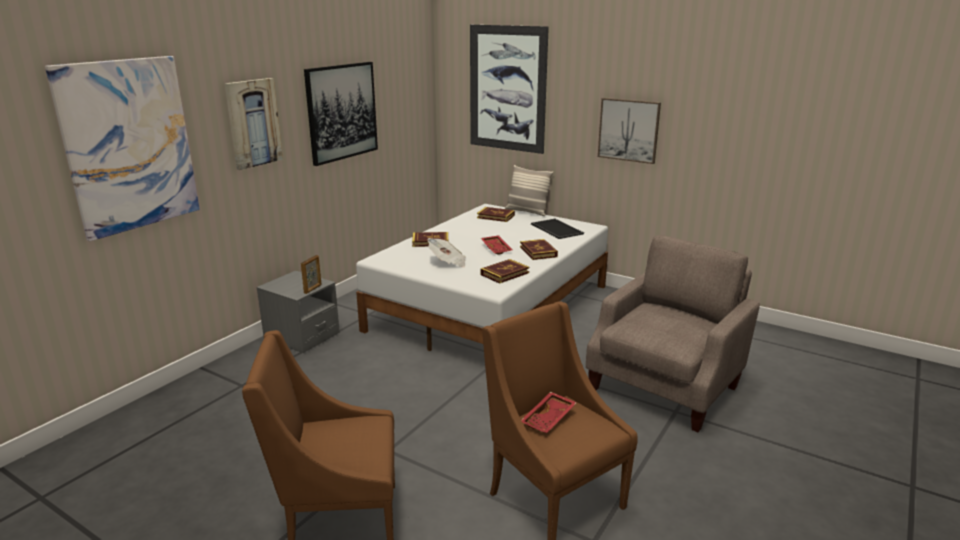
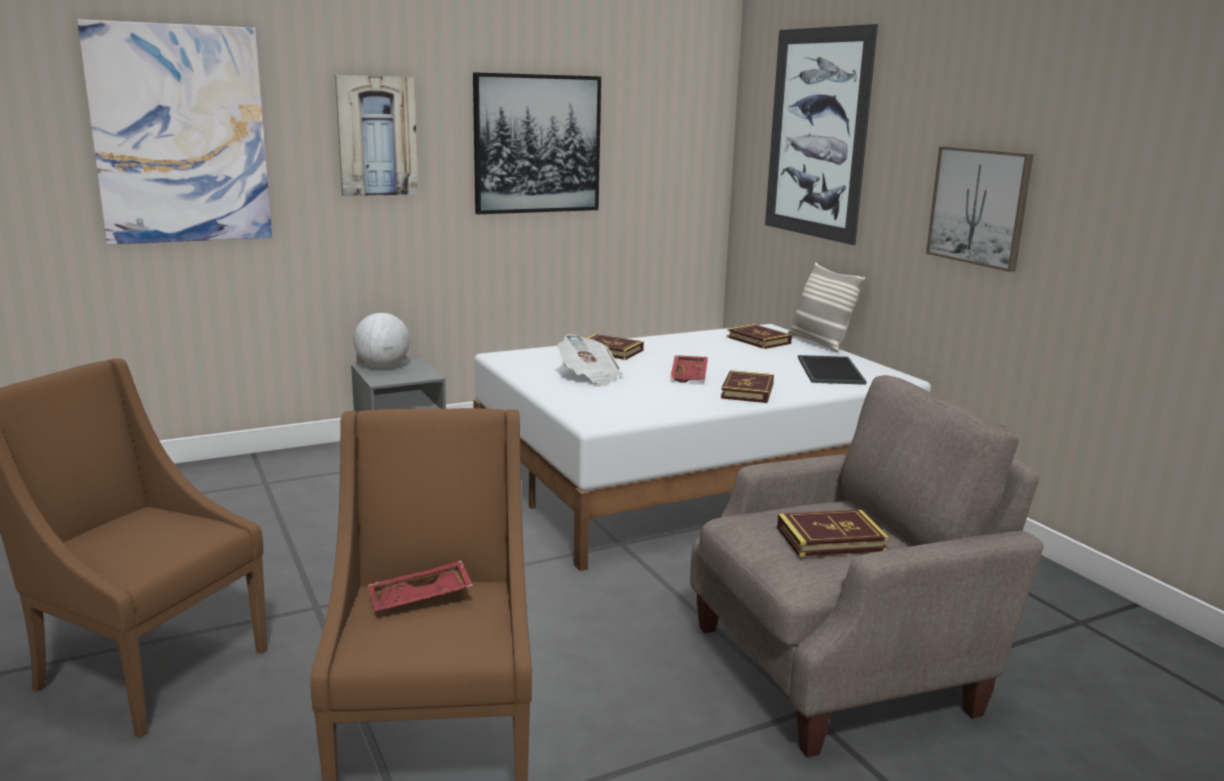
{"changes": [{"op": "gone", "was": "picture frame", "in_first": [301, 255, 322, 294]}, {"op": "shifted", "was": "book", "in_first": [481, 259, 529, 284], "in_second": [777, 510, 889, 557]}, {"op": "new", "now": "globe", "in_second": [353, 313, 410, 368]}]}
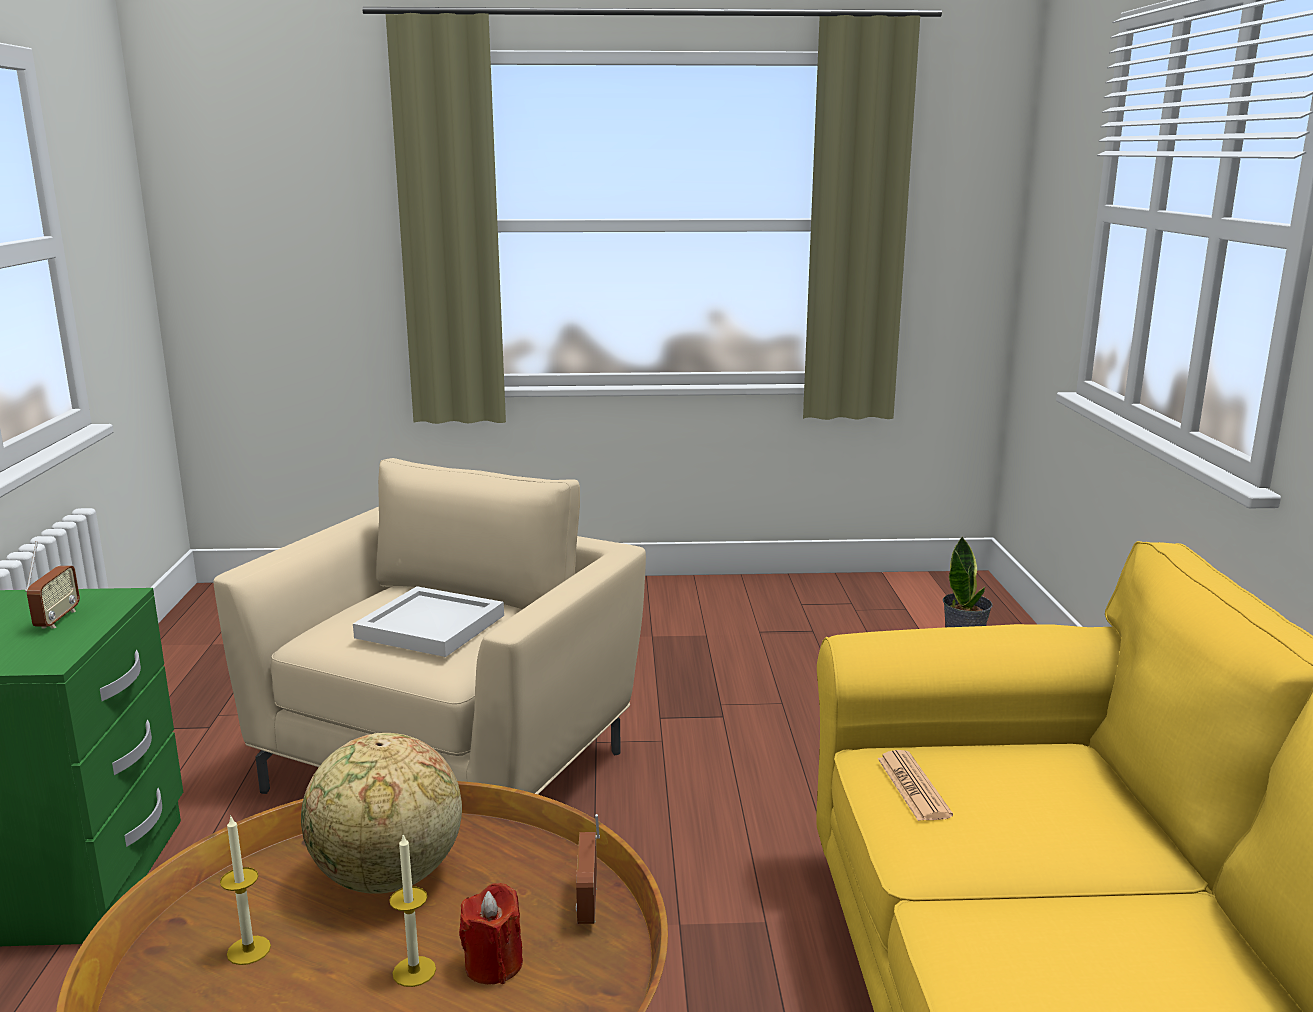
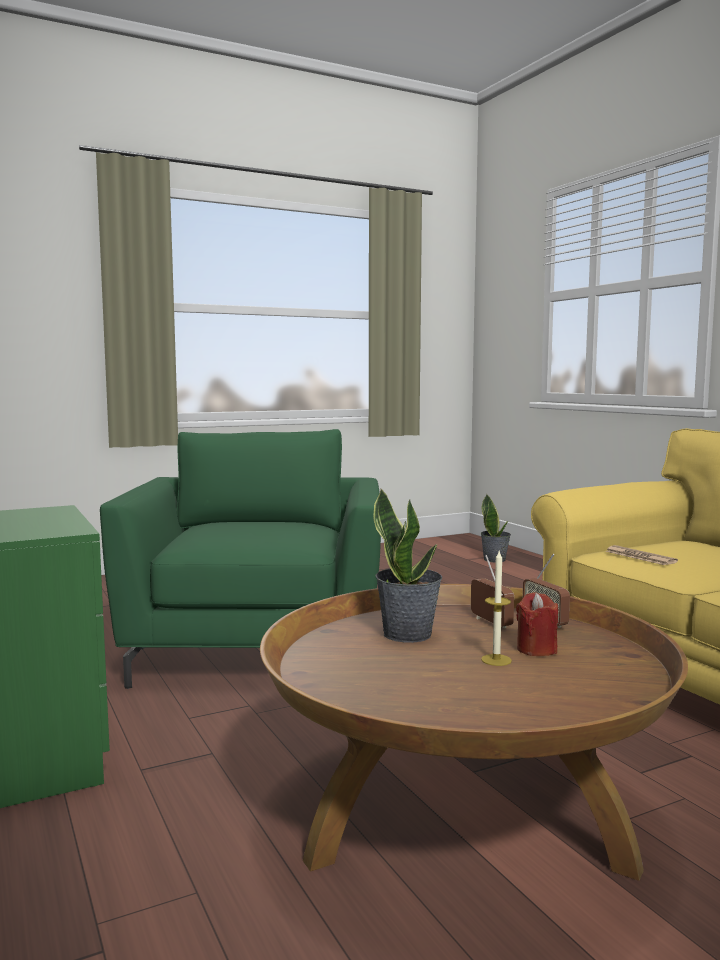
{"changes": [{"op": "shifted", "was": "radio", "in_first": [25, 541, 80, 629], "in_second": [471, 555, 514, 628]}, {"op": "repainted", "was": "armchair/beige", "now": "armchair/green", "in_first": [213, 458, 646, 794], "in_second": [100, 429, 381, 689]}, {"op": "gone", "was": "candle", "in_first": [220, 815, 271, 965]}, {"op": "swapped", "was": "globe", "now": "potted plant", "in_first": [301, 733, 462, 894], "in_second": [374, 489, 442, 643]}, {"op": "gone", "was": "tray/white", "in_first": [353, 586, 504, 657]}]}
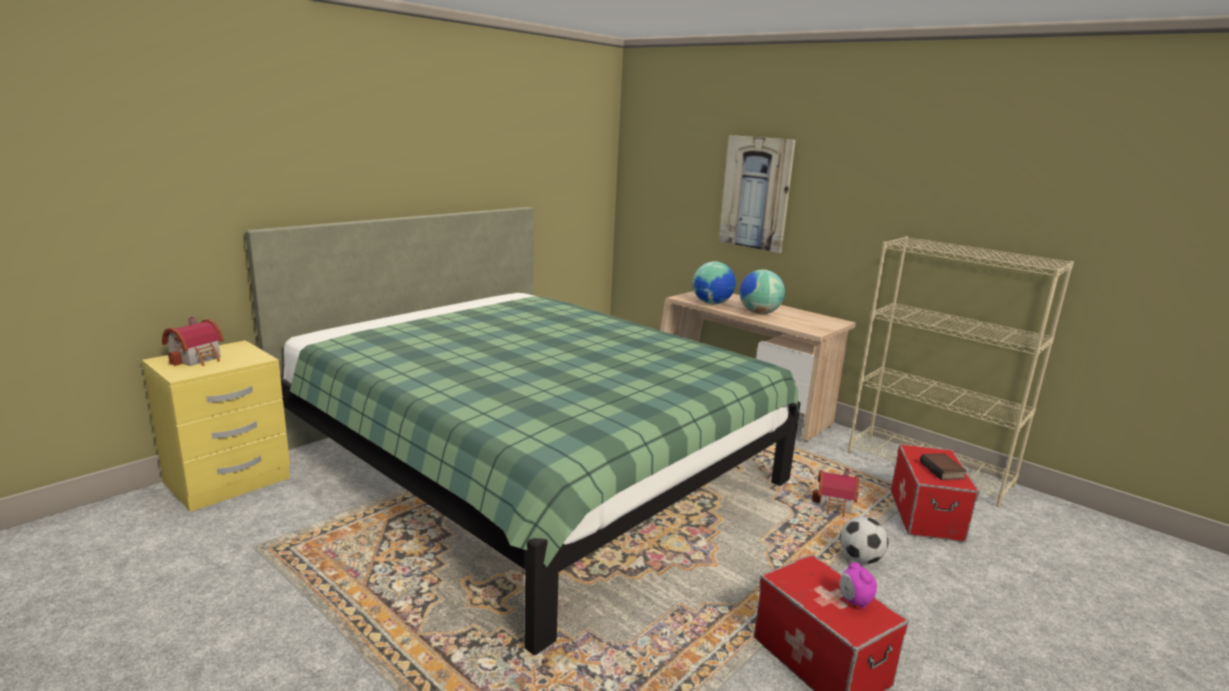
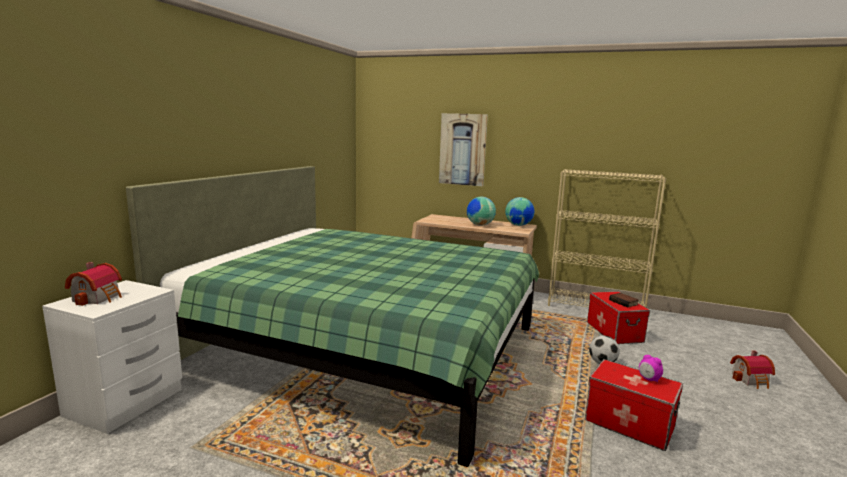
{"changes": [{"op": "repainted", "was": "nightstand/yellow", "now": "nightstand/white", "in_first": [142, 340, 290, 512], "in_second": [42, 280, 182, 434]}, {"op": "shifted", "was": "globe", "in_first": [692, 261, 736, 304], "in_second": [505, 197, 534, 226]}, {"op": "shifted", "was": "toy house", "in_first": [812, 468, 859, 517], "in_second": [730, 350, 775, 389]}]}
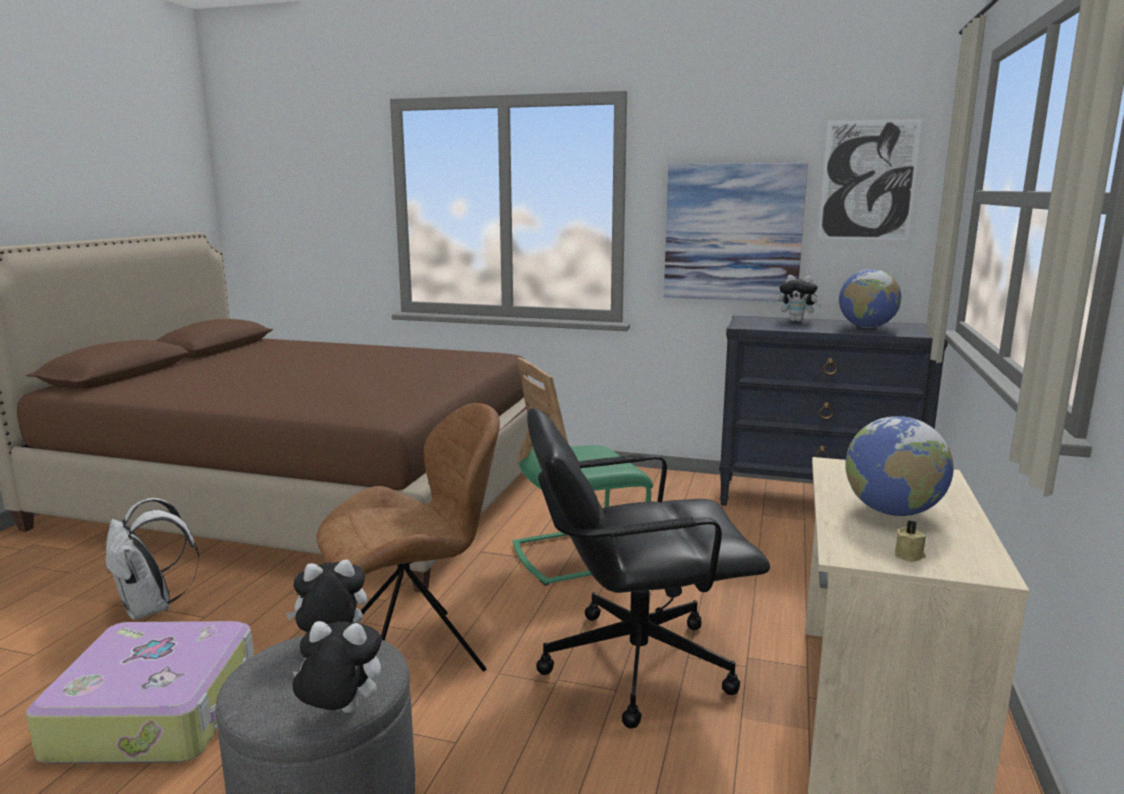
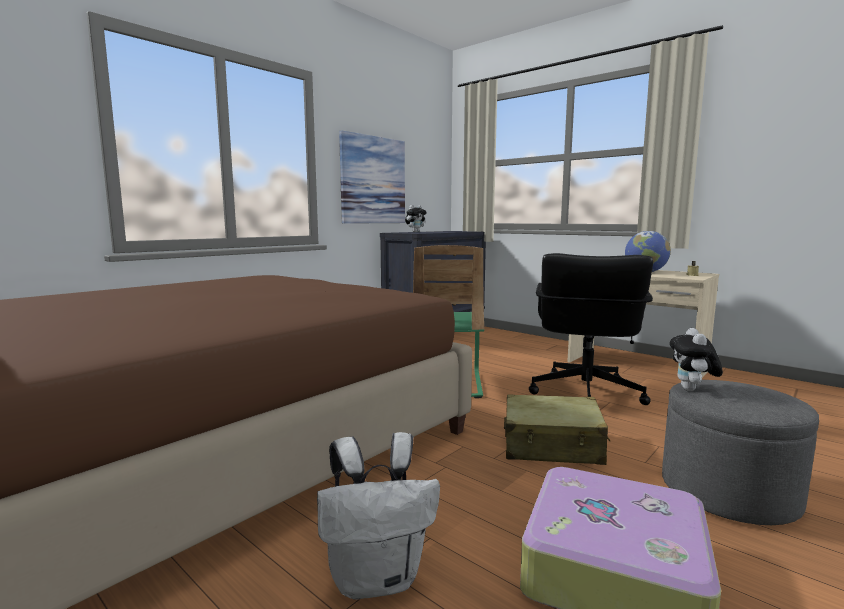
{"changes": [{"op": "gone", "was": "plush toy", "in_first": [292, 621, 382, 713]}, {"op": "swapped", "was": "chair/brown", "now": "suitcase/beige", "in_first": [316, 403, 500, 671], "in_second": [504, 394, 611, 465]}, {"op": "gone", "was": "picture", "in_first": [818, 119, 922, 240]}, {"op": "gone", "was": "globe", "in_first": [839, 269, 901, 328]}]}
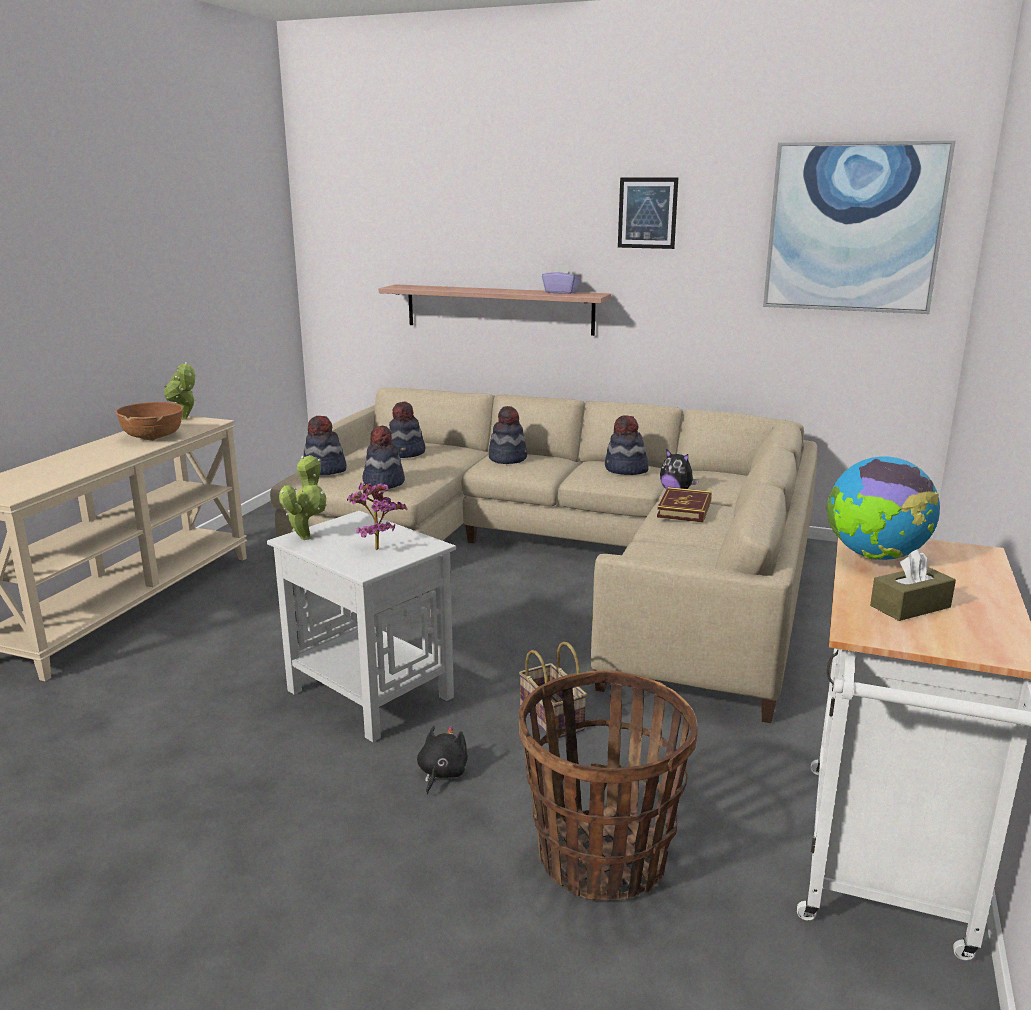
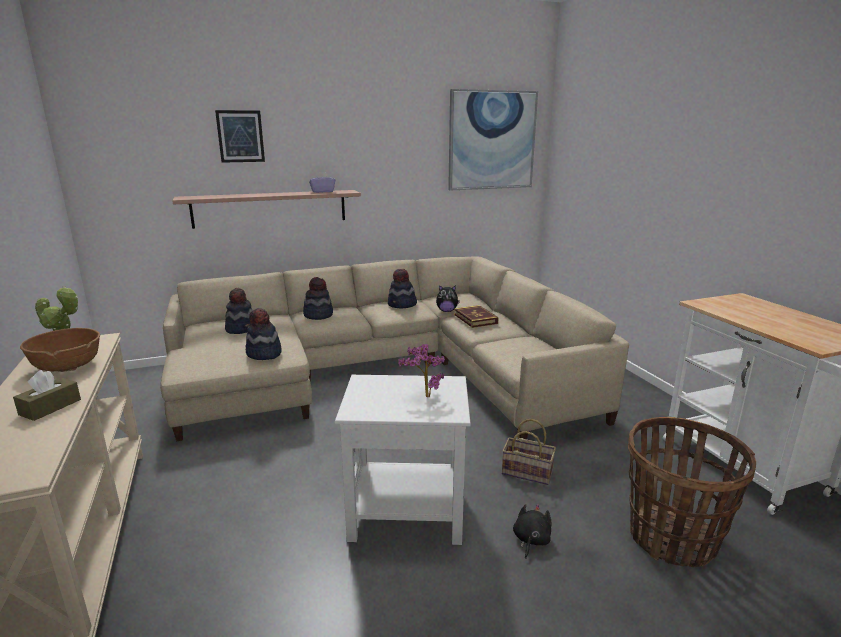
{"changes": [{"op": "gone", "was": "potted plant", "in_first": [279, 455, 327, 540]}, {"op": "gone", "was": "hat", "in_first": [304, 416, 347, 475]}, {"op": "rotated", "was": "plush toy/black", "in_first": [417, 725, 468, 794], "in_second": [513, 504, 552, 559], "clockwise": 45}, {"op": "shifted", "was": "picture", "in_first": [618, 178, 678, 249], "in_second": [215, 110, 265, 163]}, {"op": "gone", "was": "globe", "in_first": [827, 456, 940, 560]}, {"op": "shifted", "was": "tissue box/brown", "in_first": [870, 549, 956, 621], "in_second": [13, 370, 81, 421]}]}
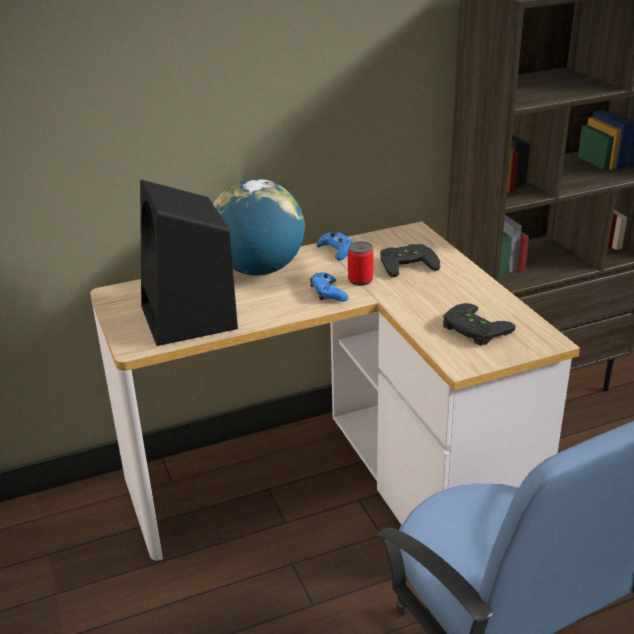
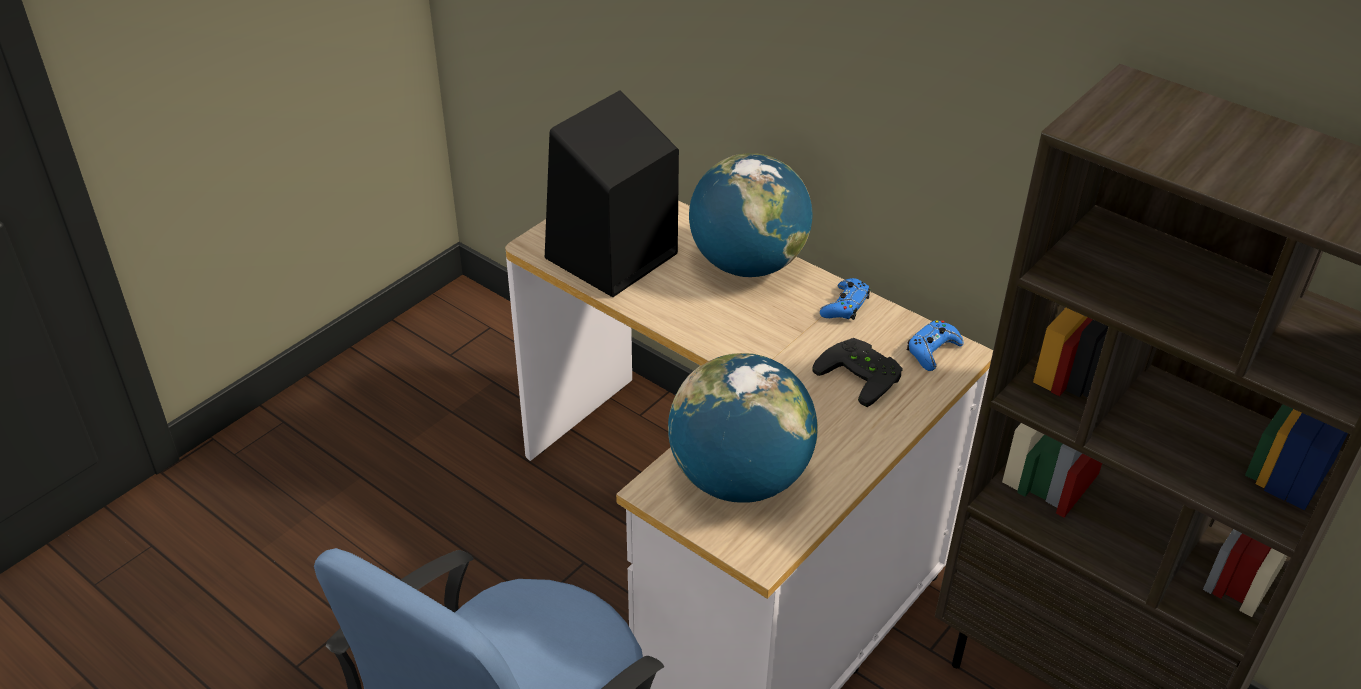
{"changes": [{"op": "shifted", "was": "game controller/blue", "in_first": [310, 272, 348, 302], "in_second": [907, 320, 963, 371]}, {"op": "gone", "was": "can", "in_first": [348, 242, 373, 286]}, {"op": "swapped", "was": "game controller/black", "now": "globe", "in_first": [443, 303, 516, 346], "in_second": [668, 353, 818, 503]}]}
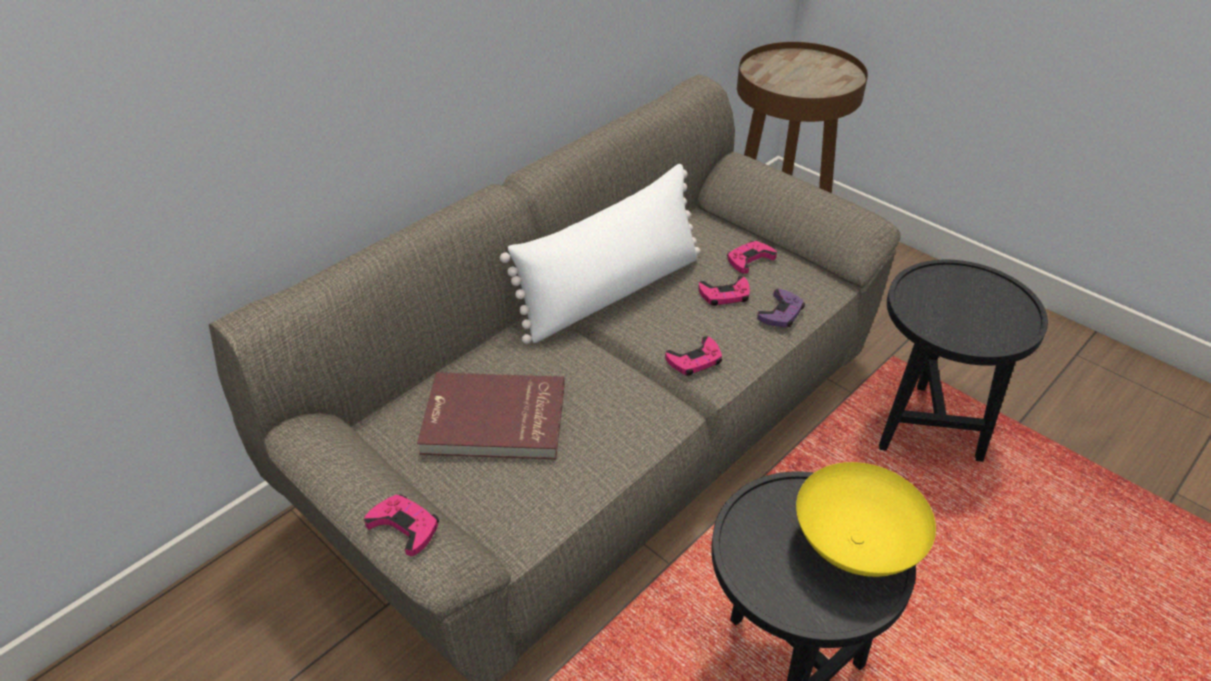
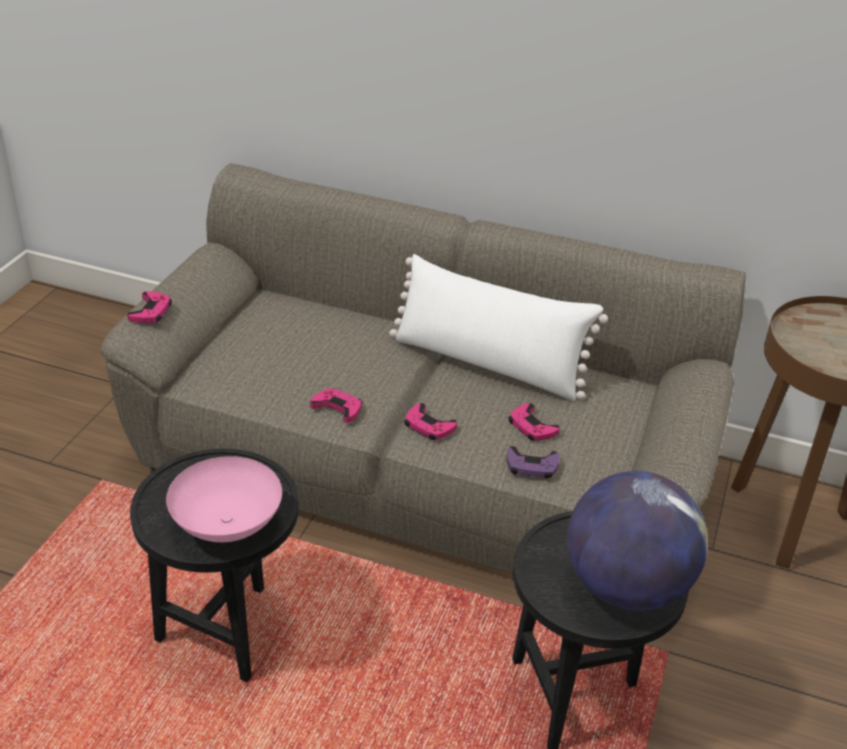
{"changes": [{"op": "gone", "was": "book/red", "in_first": [417, 372, 564, 459]}, {"op": "shifted", "was": "game controller/pink", "in_first": [727, 241, 777, 274], "in_second": [310, 388, 363, 423]}, {"op": "repainted", "was": "bowl/yellow", "now": "bowl/pink", "in_first": [796, 462, 936, 577], "in_second": [166, 456, 282, 542]}, {"op": "new", "now": "globe", "in_second": [567, 471, 708, 611]}]}
